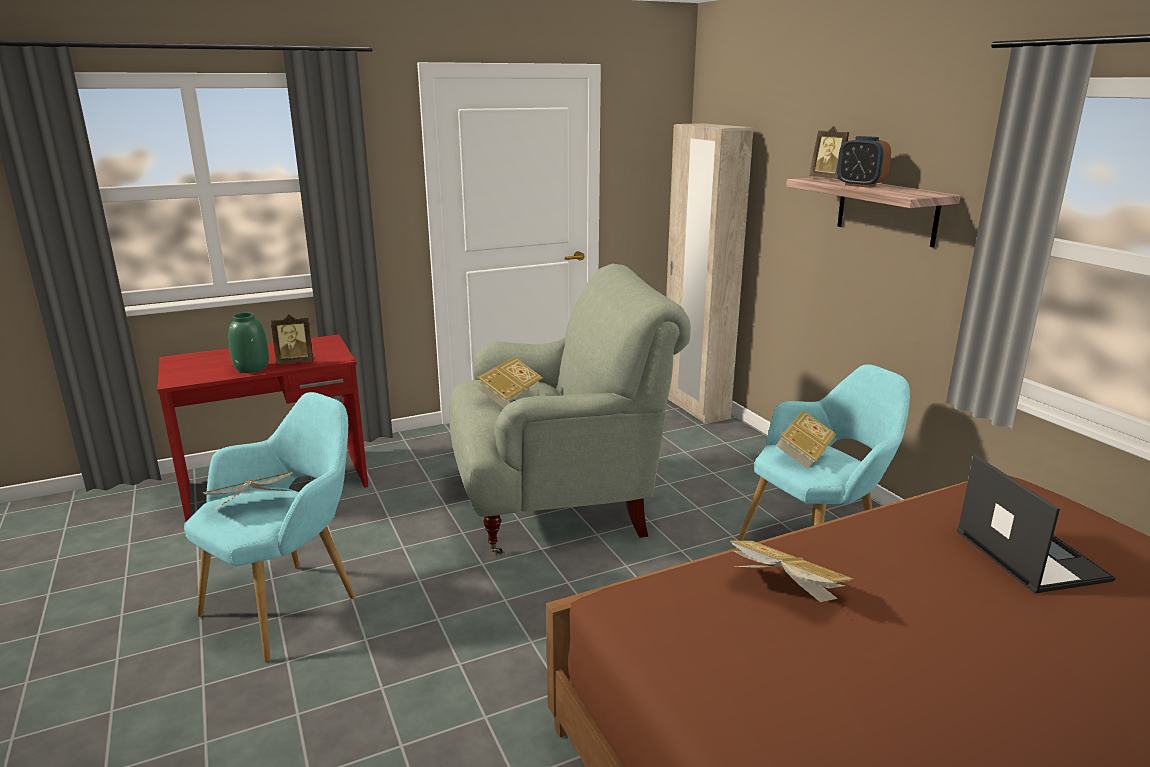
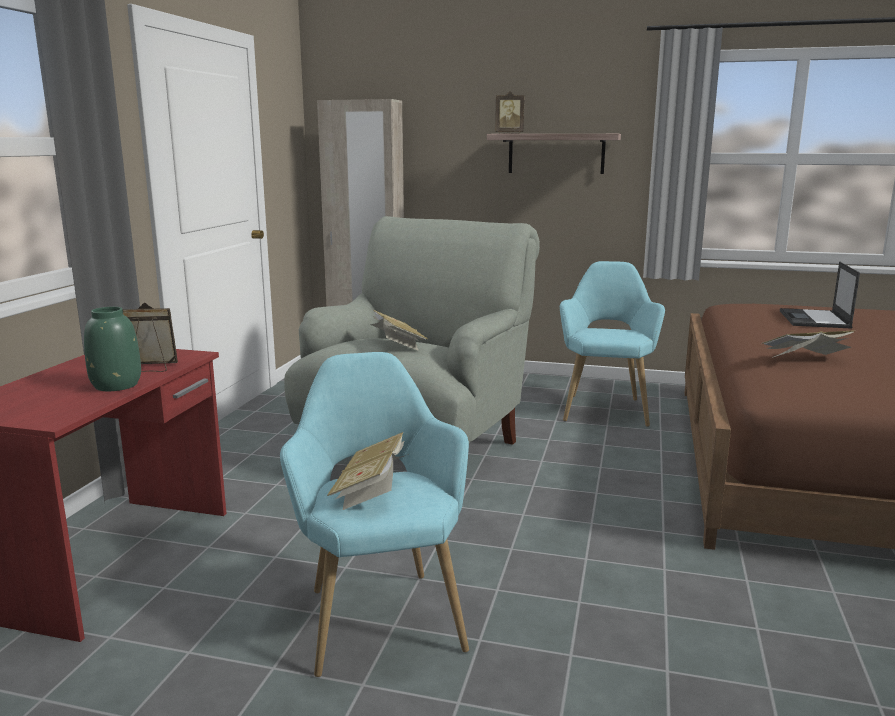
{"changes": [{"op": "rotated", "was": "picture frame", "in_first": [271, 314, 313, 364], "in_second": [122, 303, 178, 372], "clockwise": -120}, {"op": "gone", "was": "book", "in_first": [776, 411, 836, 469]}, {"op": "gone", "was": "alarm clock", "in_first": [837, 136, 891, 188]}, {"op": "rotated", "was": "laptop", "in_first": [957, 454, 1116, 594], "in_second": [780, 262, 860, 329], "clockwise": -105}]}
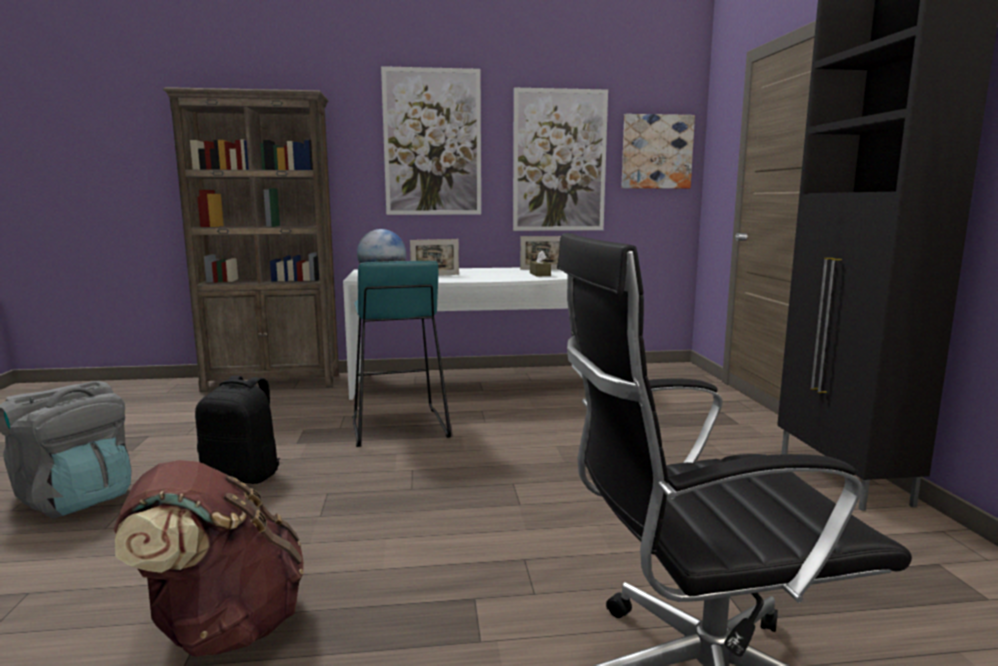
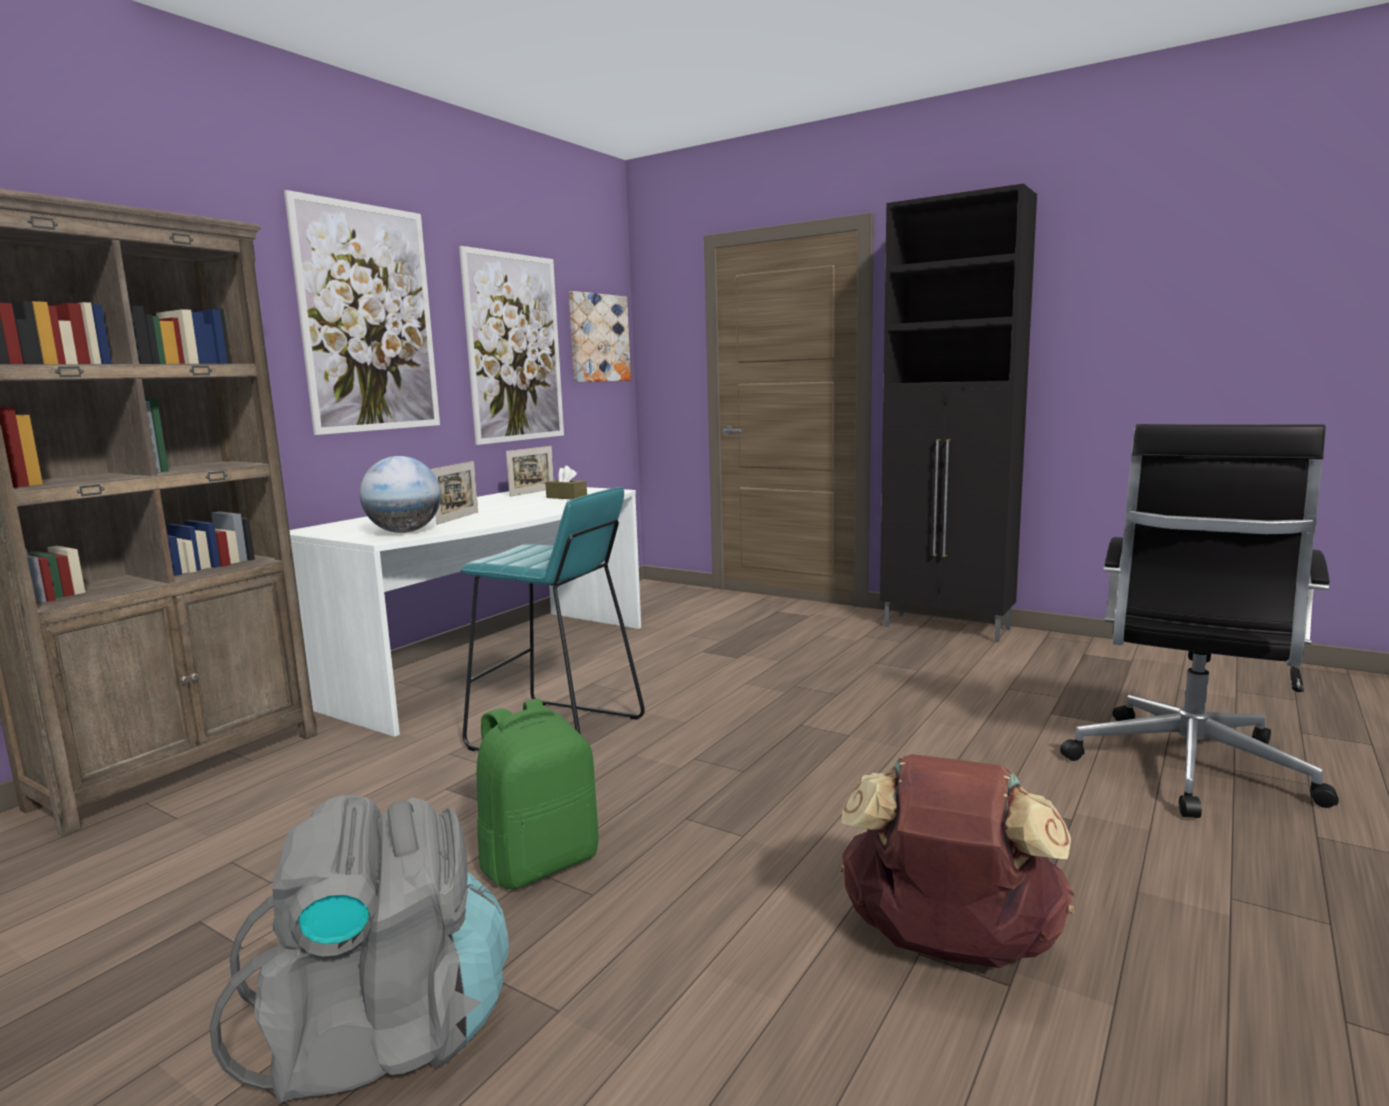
{"changes": [{"op": "repainted", "was": "backpack/black", "now": "backpack/green", "in_first": [195, 376, 280, 484], "in_second": [477, 698, 598, 889]}]}
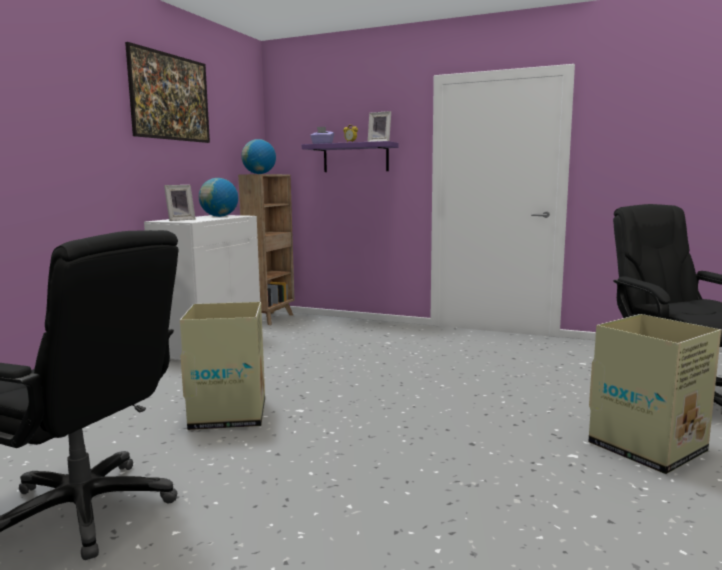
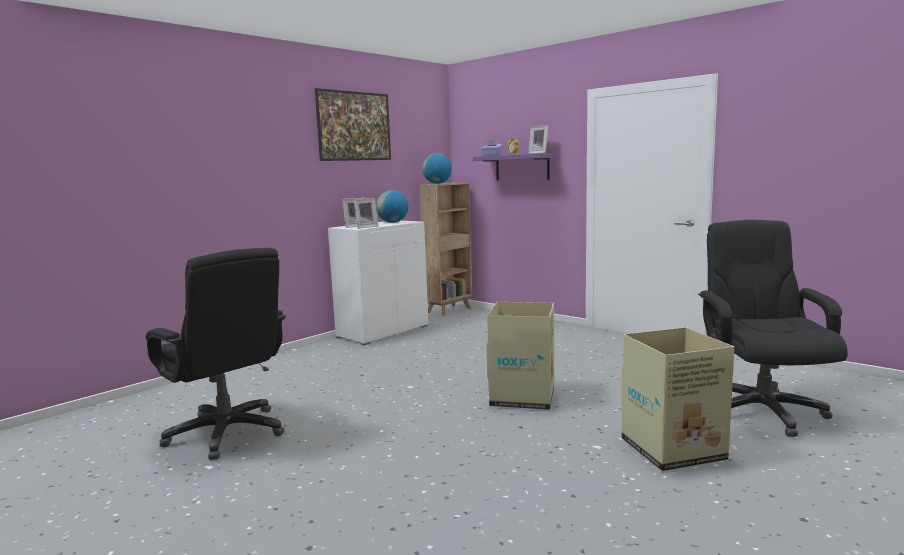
{"changes": [{"op": "shifted", "was": "cardboard box", "in_first": [180, 302, 265, 430], "in_second": [487, 302, 554, 410]}, {"op": "new", "now": "picture frame", "in_second": [354, 198, 378, 229]}]}
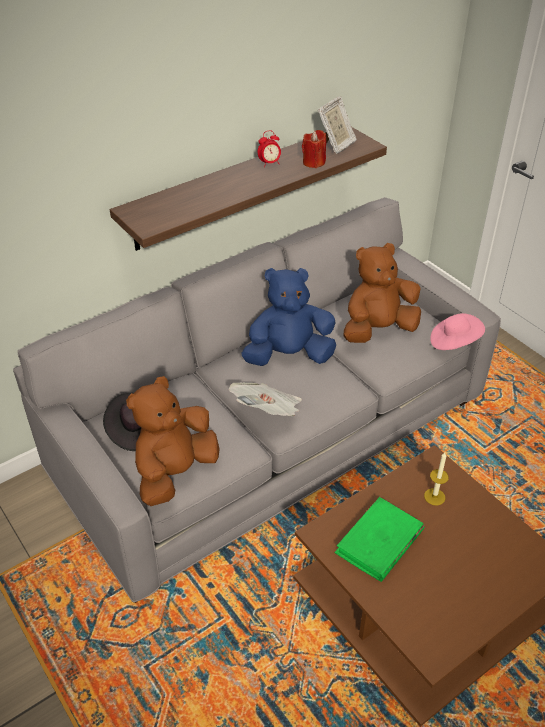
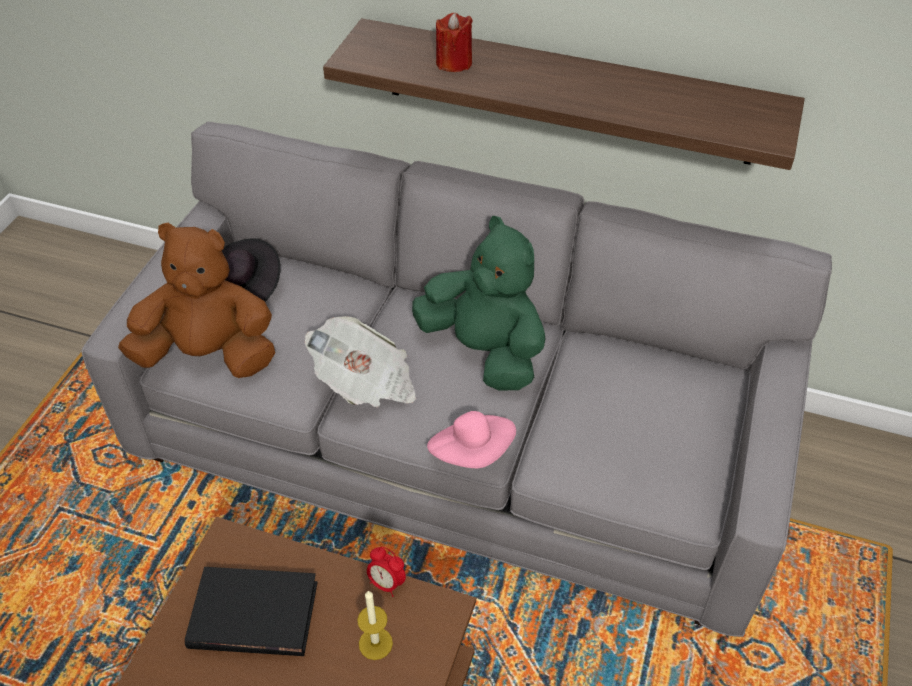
{"changes": [{"op": "repainted", "was": "plush toy/blue", "now": "plush toy/green", "in_first": [241, 268, 336, 366], "in_second": [412, 216, 546, 391]}, {"op": "shifted", "was": "alarm clock", "in_first": [258, 130, 281, 167], "in_second": [367, 547, 406, 597]}, {"op": "shifted", "was": "candle/red", "in_first": [302, 130, 326, 168], "in_second": [436, 13, 473, 72]}, {"op": "gone", "was": "picture frame", "in_first": [318, 96, 357, 154]}, {"op": "repainted", "was": "book/green", "now": "book/black", "in_first": [335, 497, 424, 582], "in_second": [185, 567, 318, 656]}, {"op": "gone", "was": "plush toy/brown", "in_first": [344, 243, 421, 343]}, {"op": "shifted", "was": "hat/pink", "in_first": [430, 313, 485, 350], "in_second": [427, 411, 516, 468]}]}
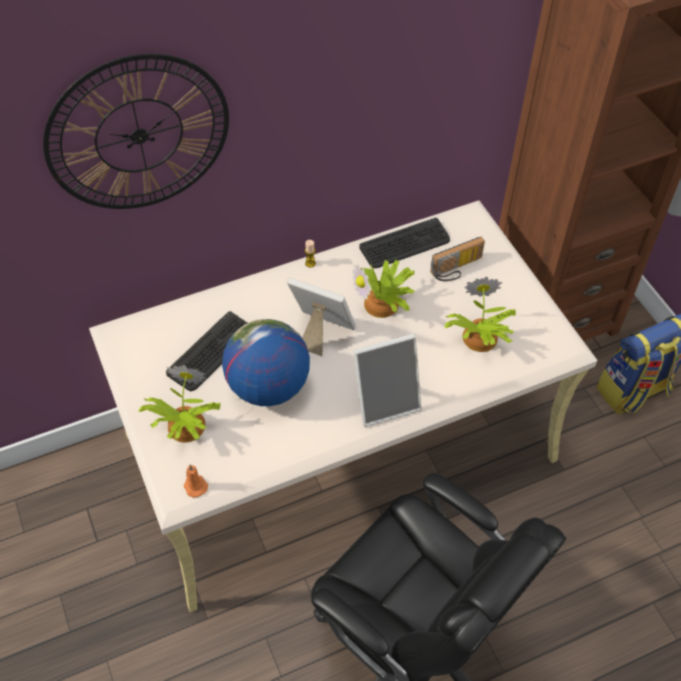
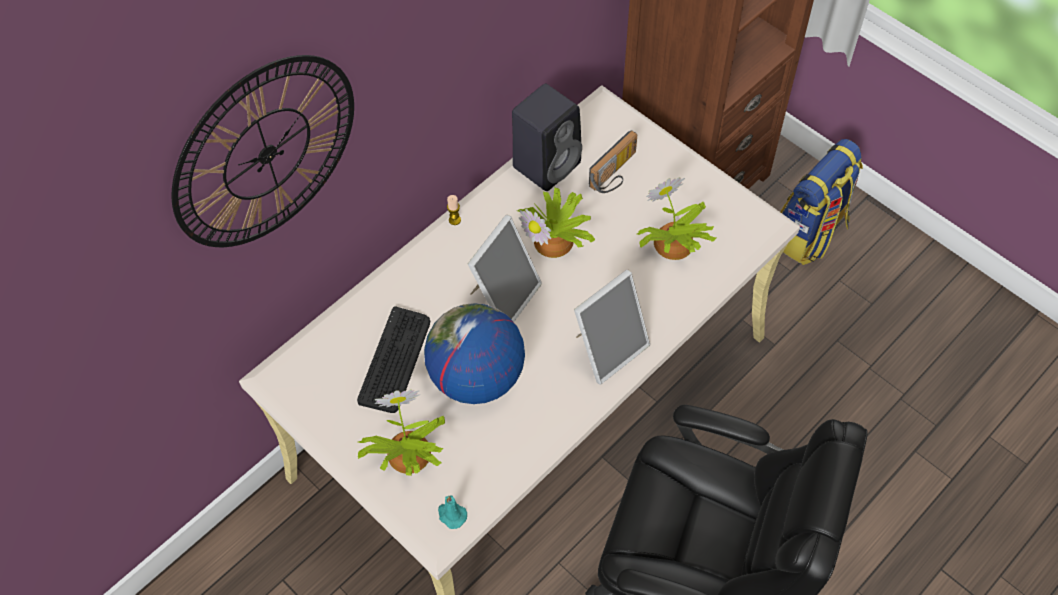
{"changes": [{"op": "repainted", "was": "candle/orange", "now": "candle/turquoise", "in_first": [184, 465, 208, 498], "in_second": [438, 495, 467, 529]}, {"op": "rotated", "was": "picture frame", "in_first": [287, 278, 356, 356], "in_second": [468, 215, 542, 322], "clockwise": 120}, {"op": "swapped", "was": "keyboard", "now": "speaker/black", "in_first": [360, 218, 450, 268], "in_second": [512, 84, 582, 191]}]}
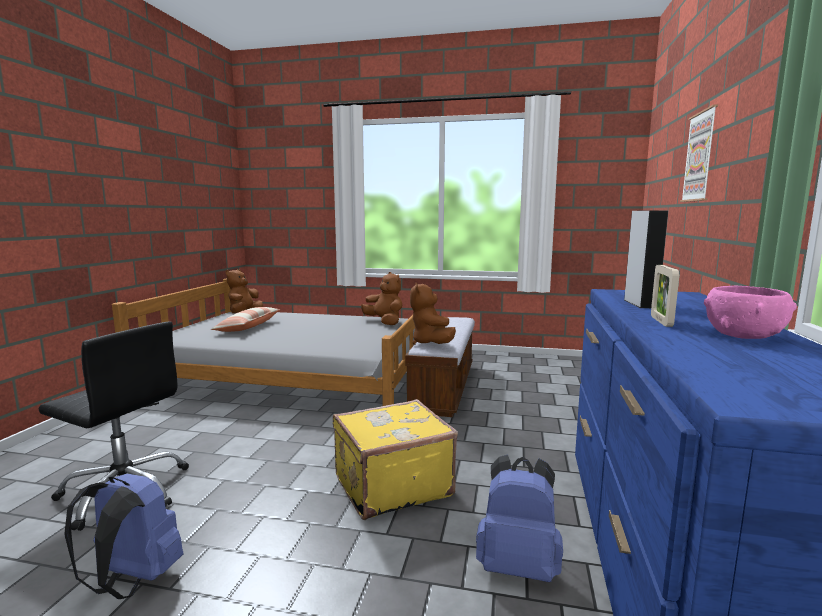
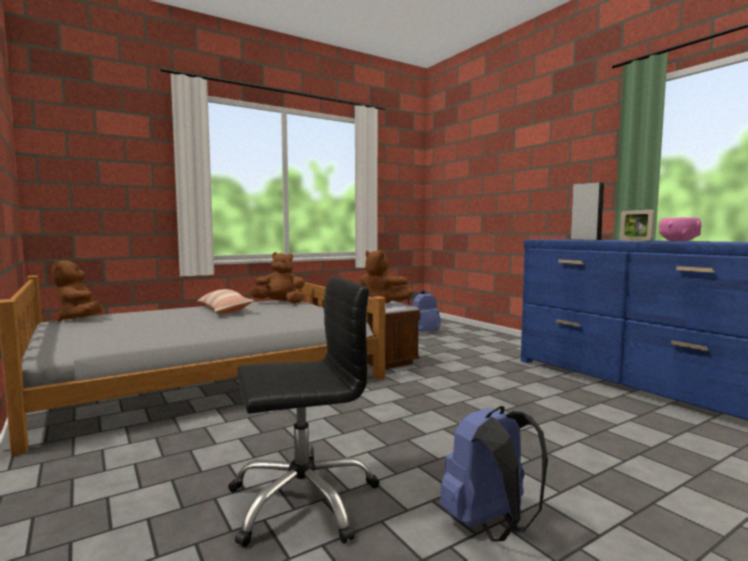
{"changes": [{"op": "shifted", "was": "pillow", "in_first": [211, 307, 281, 332], "in_second": [197, 289, 255, 314]}, {"op": "gone", "was": "suitcase/yellow", "in_first": [333, 399, 458, 520]}, {"op": "shifted", "was": "backpack/blue", "in_first": [476, 454, 563, 582], "in_second": [408, 289, 441, 332]}, {"op": "gone", "was": "picture", "in_first": [680, 104, 718, 202]}]}
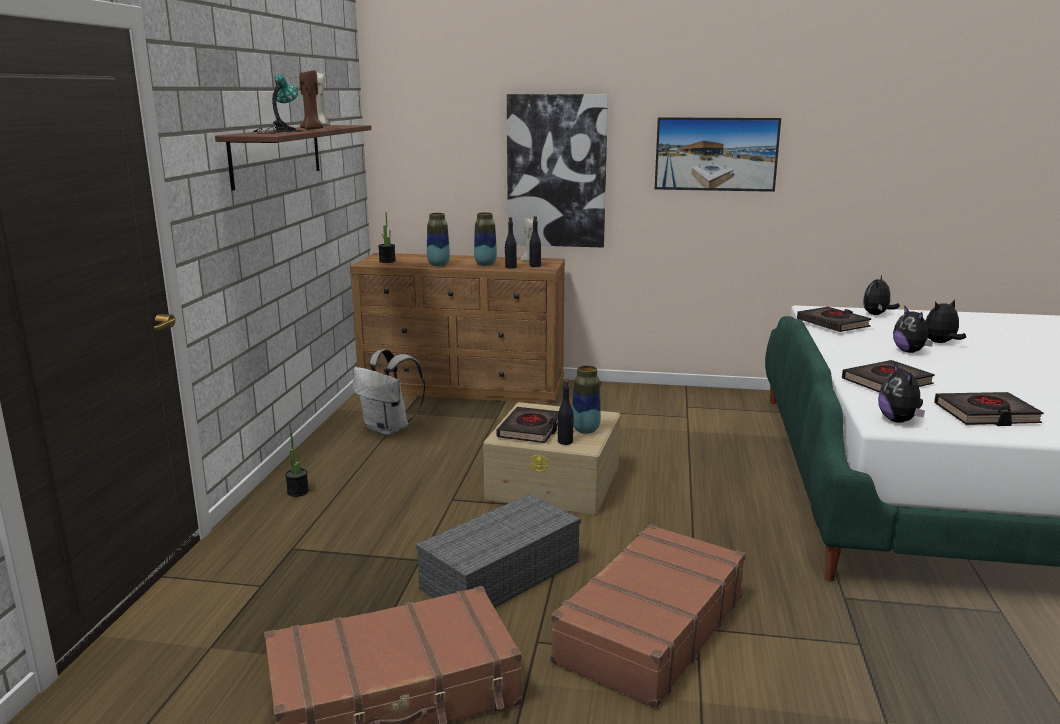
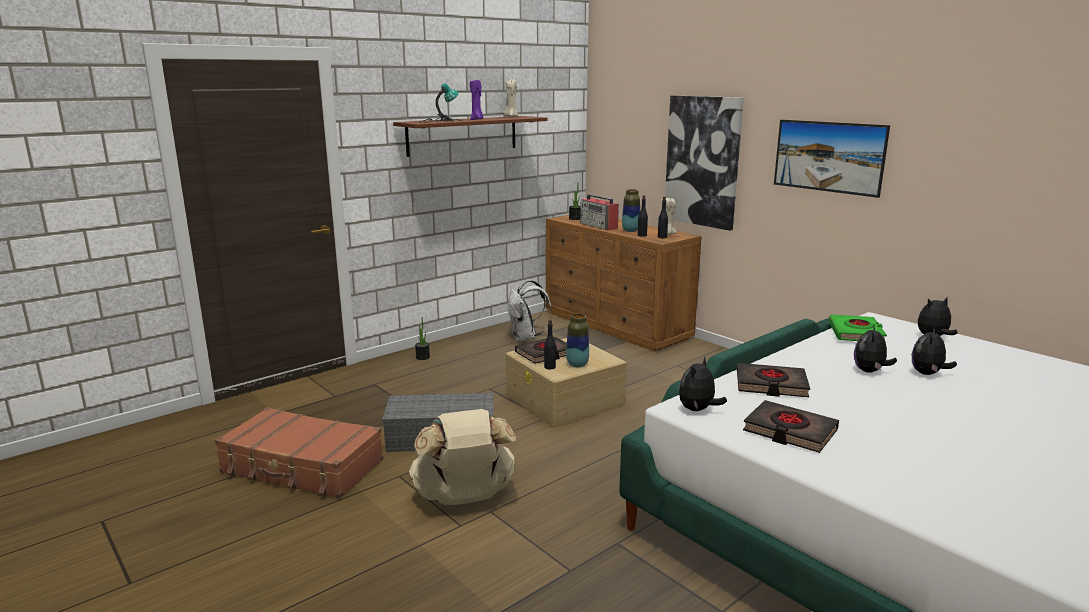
{"changes": [{"op": "repainted", "was": "candle/brown", "now": "candle/purple", "in_first": [299, 70, 323, 130], "in_second": [470, 79, 484, 120]}, {"op": "swapped", "was": "vase", "now": "radio", "in_first": [427, 213, 450, 267], "in_second": [580, 194, 619, 231]}, {"op": "swapped", "was": "suitcase/brown", "now": "backpack/beige", "in_first": [550, 524, 745, 708], "in_second": [409, 409, 516, 505]}, {"op": "repainted", "was": "book/black", "now": "book/green", "in_first": [797, 307, 871, 332], "in_second": [829, 314, 887, 343]}, {"op": "rotated", "was": "plush toy", "in_first": [926, 299, 966, 343], "in_second": [912, 327, 957, 375], "clockwise": -75}]}
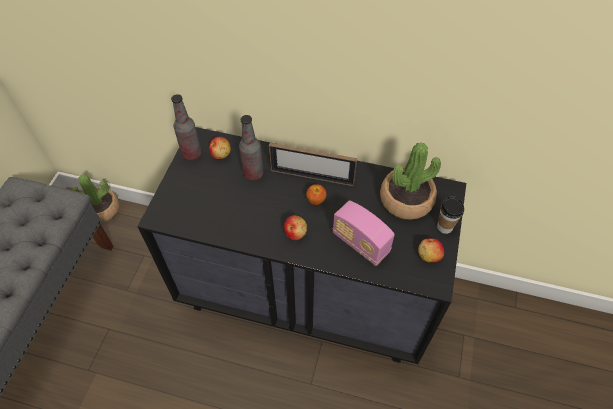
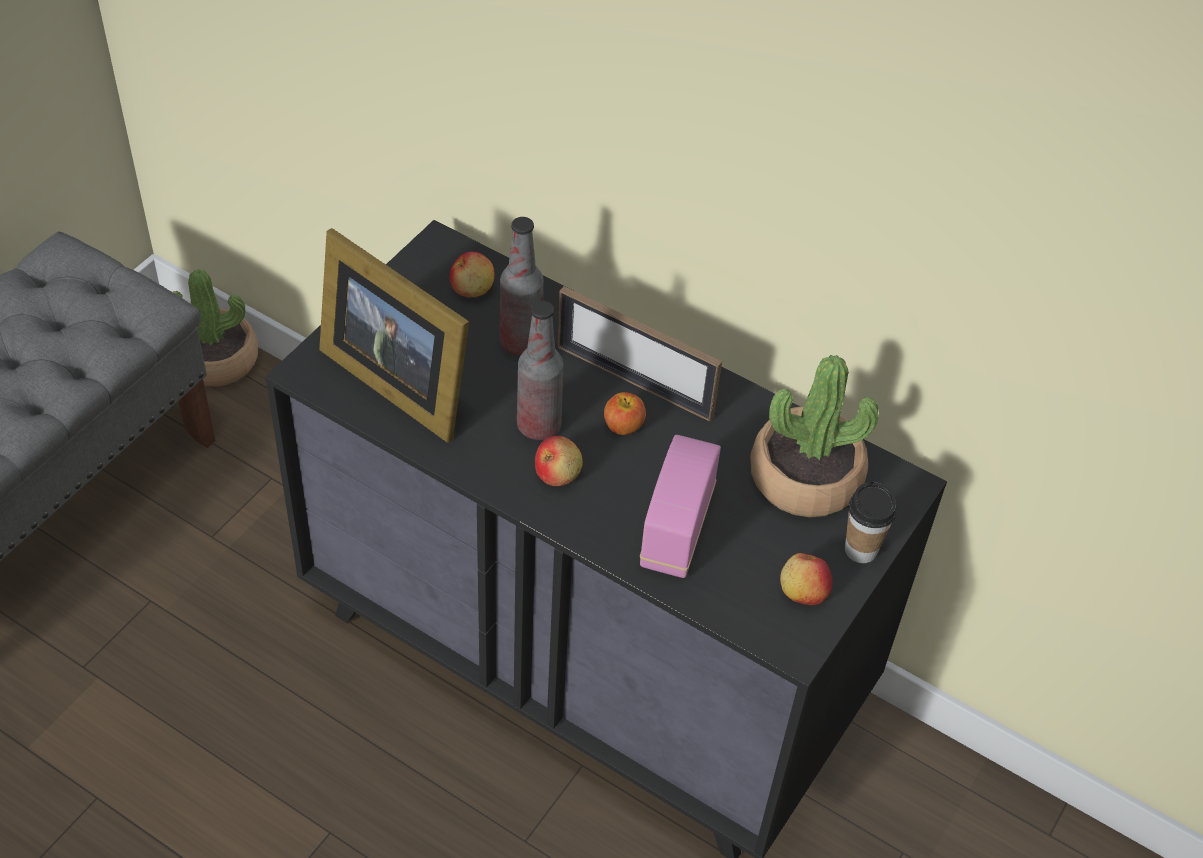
{"changes": [{"op": "shifted", "was": "bottle", "in_first": [171, 94, 202, 160], "in_second": [517, 300, 563, 440]}, {"op": "rotated", "was": "radio", "in_first": [333, 201, 395, 266], "in_second": [640, 435, 721, 578], "clockwise": 45}, {"op": "new", "now": "picture frame", "in_second": [319, 228, 469, 443]}]}
